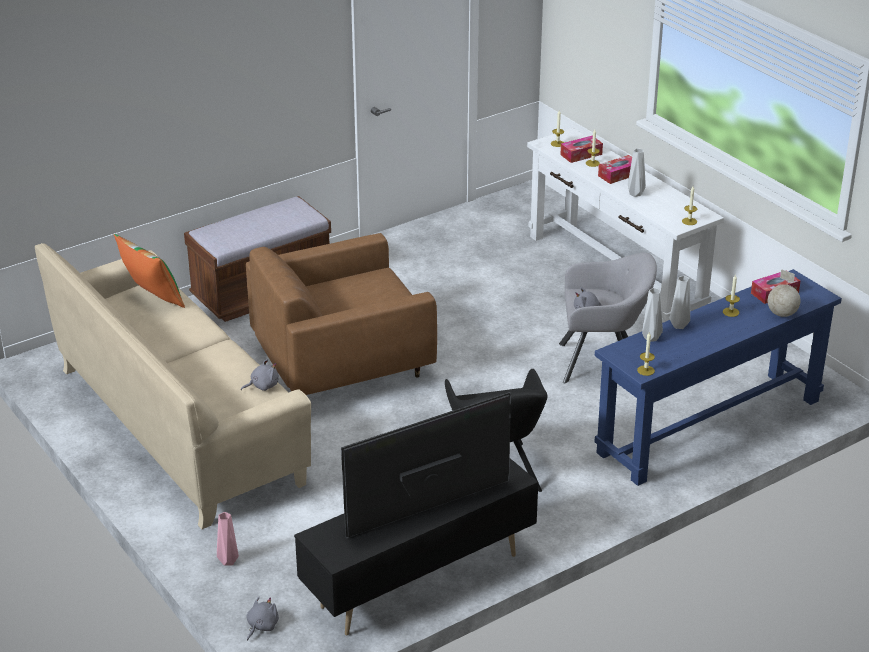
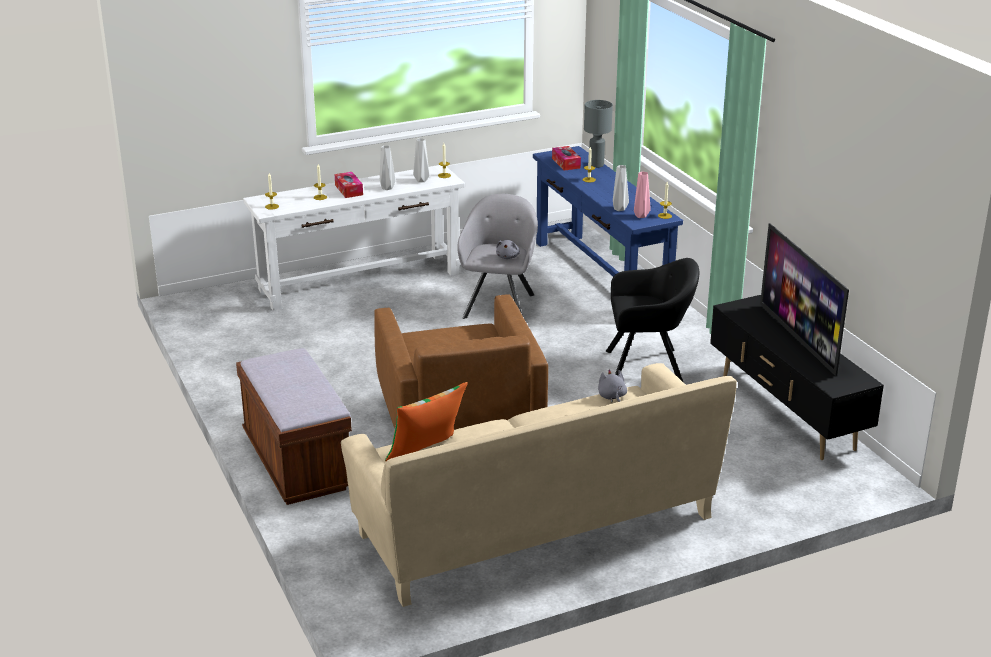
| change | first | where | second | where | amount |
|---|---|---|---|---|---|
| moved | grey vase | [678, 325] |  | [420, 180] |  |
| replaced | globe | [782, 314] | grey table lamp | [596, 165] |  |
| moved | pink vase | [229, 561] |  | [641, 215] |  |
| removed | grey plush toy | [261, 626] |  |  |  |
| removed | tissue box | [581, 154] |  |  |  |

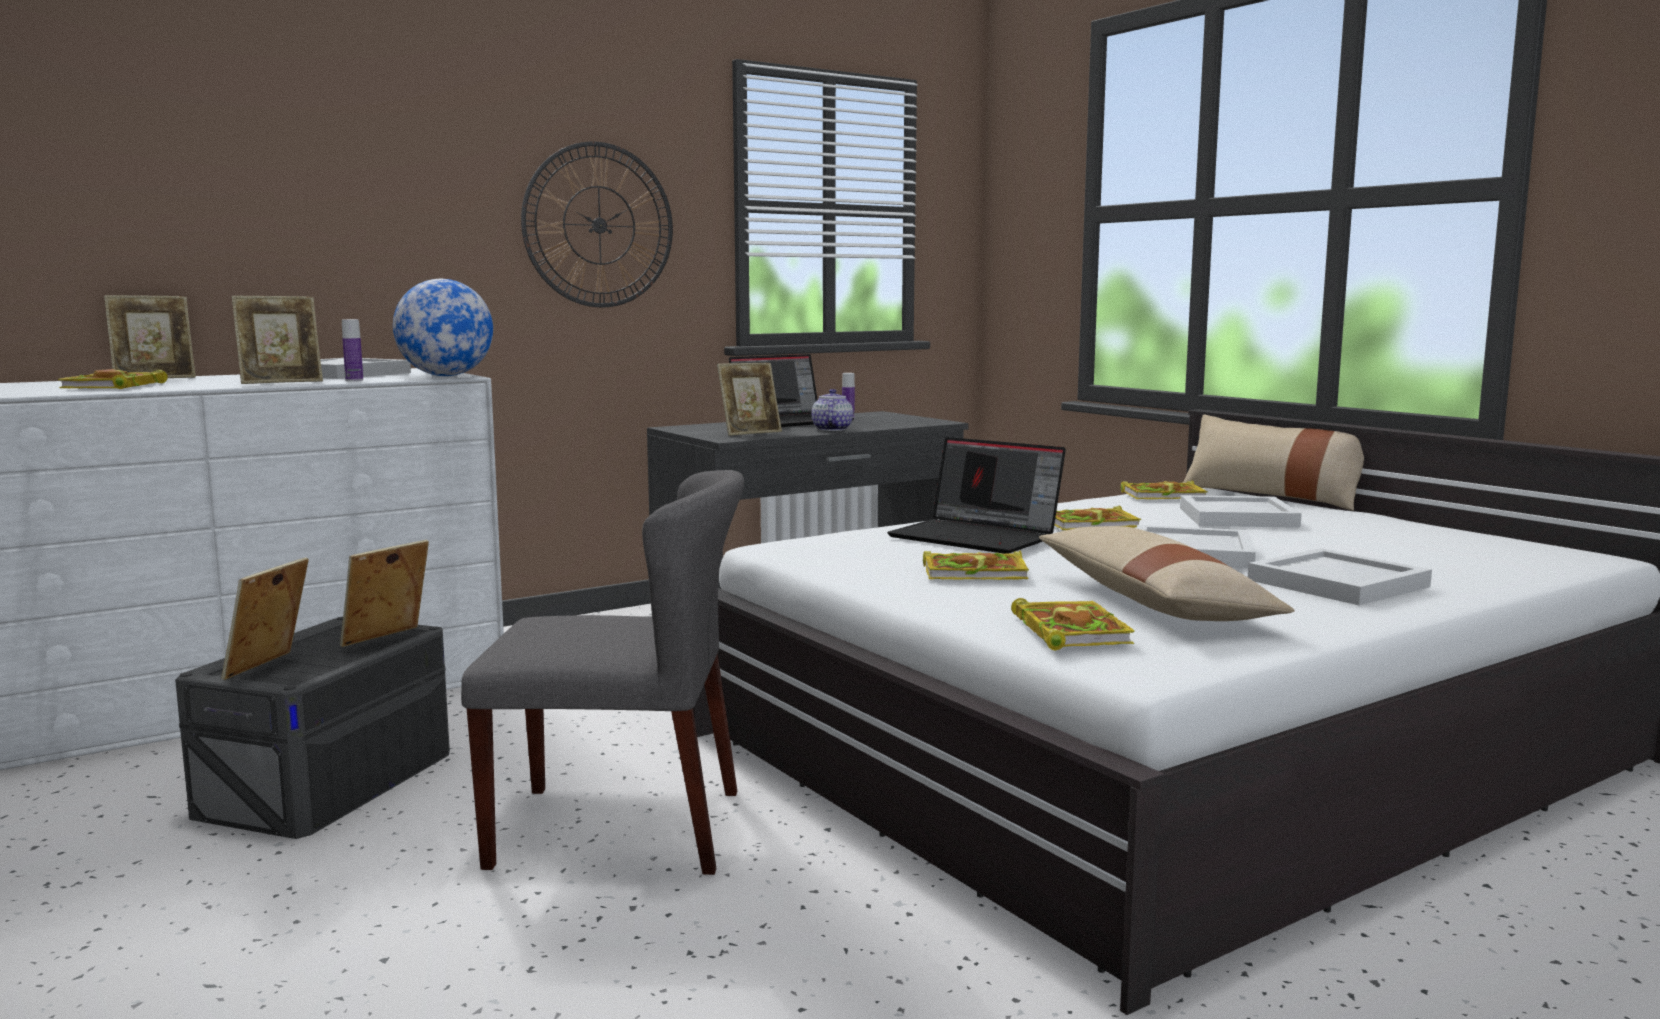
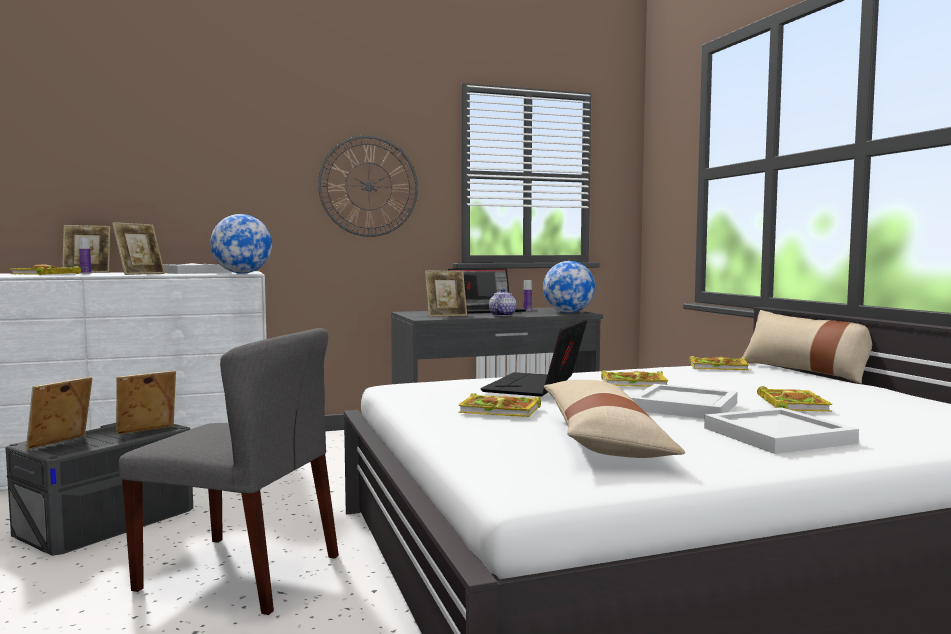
| change | first | where | second | where | amount |
|---|---|---|---|---|---|
| moved | bottle | [354, 380] |  | [85, 273] |  |
| turned | picture frame | [281, 382] |  | [140, 274] | 45 degrees counterclockwise |
| turned | laptop | [978, 537] |  | [536, 387] | 60 degrees clockwise |
| added |  |  | globe | [568, 312] |  |
| moved | book | [1068, 630] |  | [791, 404] |  |
| removed | white tray | [1235, 517] |  |  |  |

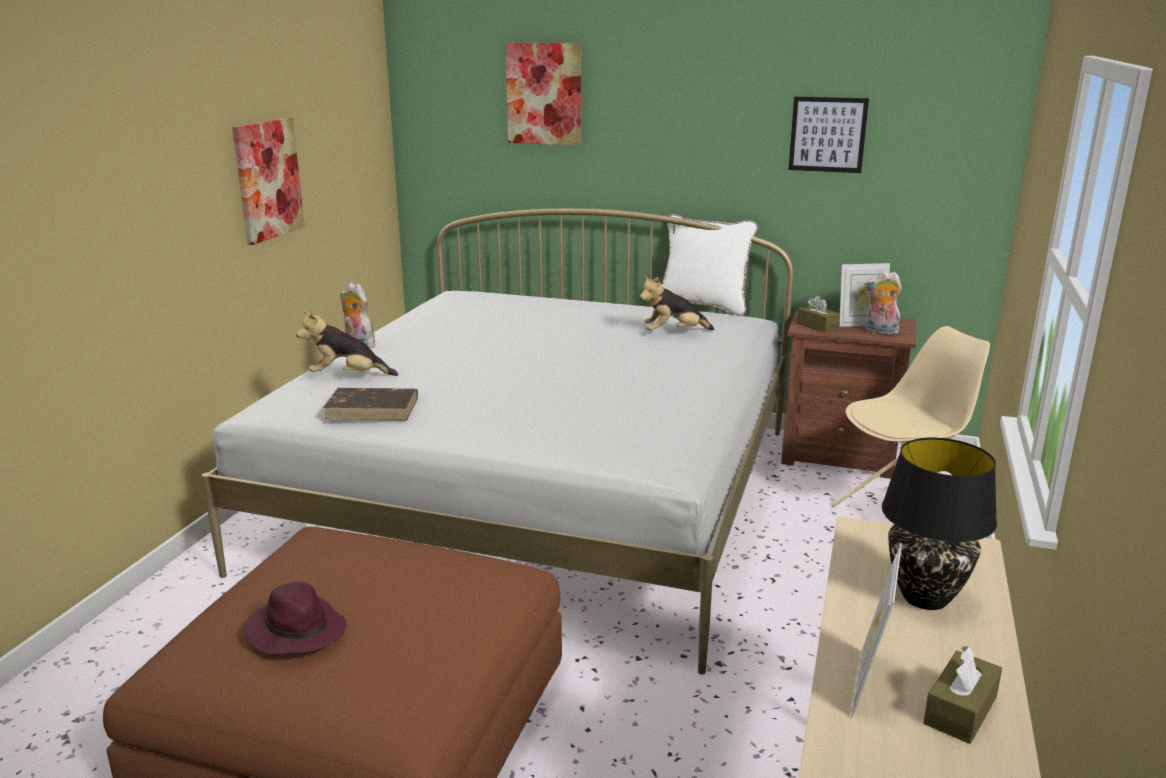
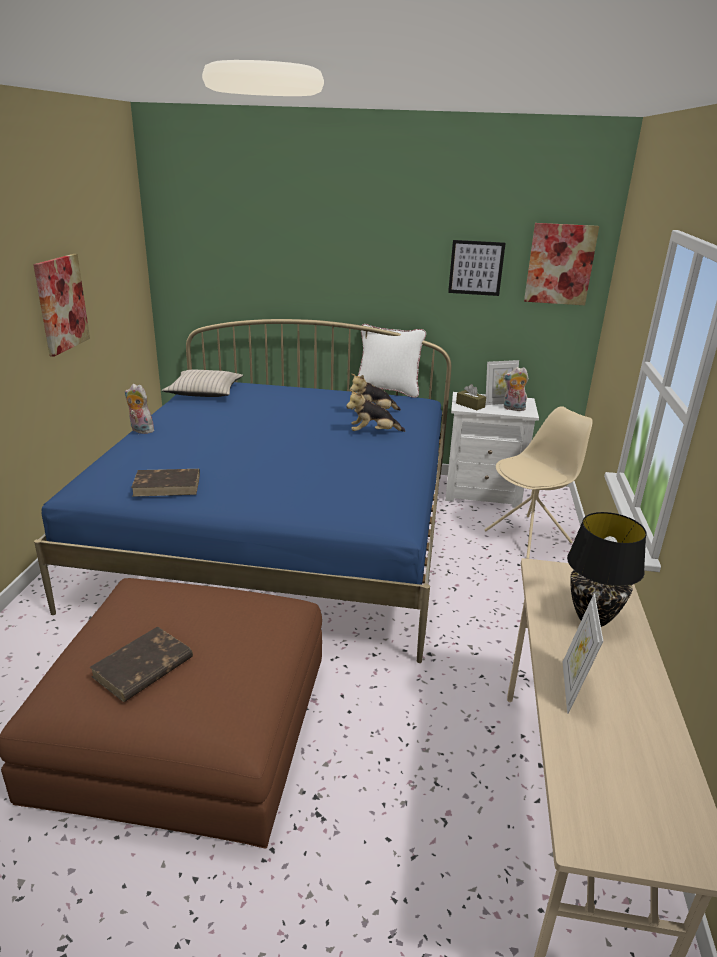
| change | first | where | second | where | amount |
|---|---|---|---|---|---|
| recoloured | white bed | [541, 494] | blue bed | [281, 533] |  |
| replaced | purple hat | [296, 631] | brown book | [142, 668] |  |
| added |  |  | beige pillow | [204, 392] |  |
| moved | plush toy | [347, 376] |  | [373, 433] |  |
| recoloured | brown nightstand | [839, 456] | white nightstand | [483, 493] |  |
| moved | picture | [544, 94] |  | [560, 264] |  |
| removed | brown tissue box | [960, 710] |  |  |  |

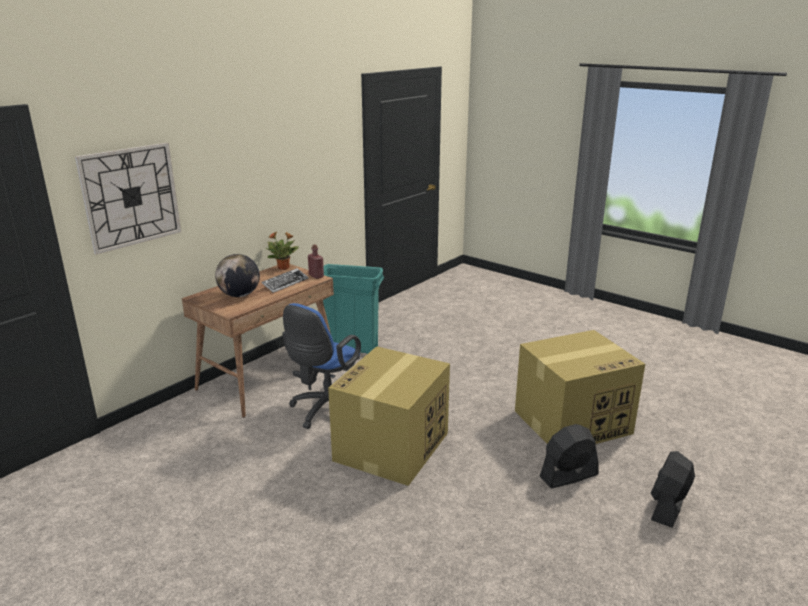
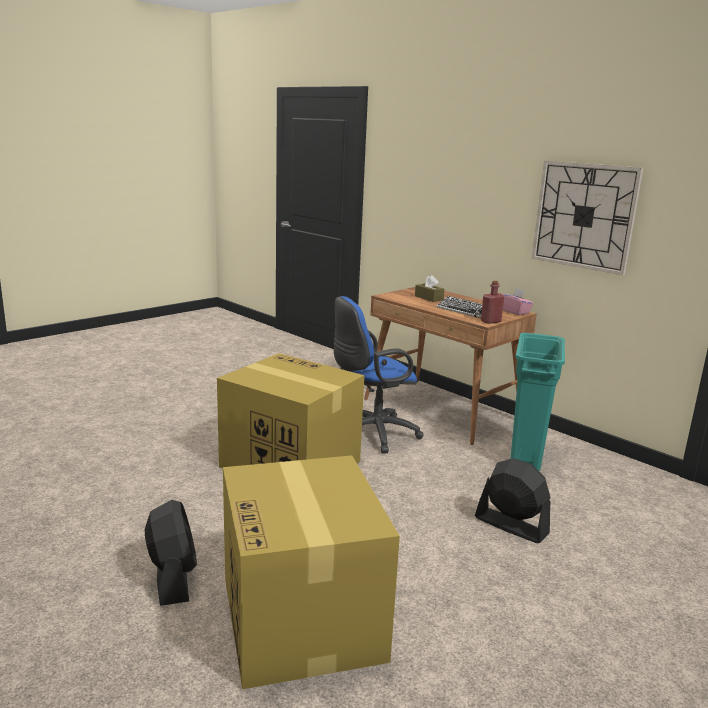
| change | first | where | second | where | amount |
|---|---|---|---|---|---|
| turned | blue office chair | [325, 411] |  | [371, 434] | 60 degrees counterclockwise |
| replaced | globe | [239, 295] | brown tissue box | [429, 298] |  |
| moved | black fan | [667, 506] |  | [511, 525] |  |
| replaced | potted plant | [284, 268] | pink tissue box | [515, 312] |  |
| moved | wall clock | [131, 196] |  | [584, 216] |  |

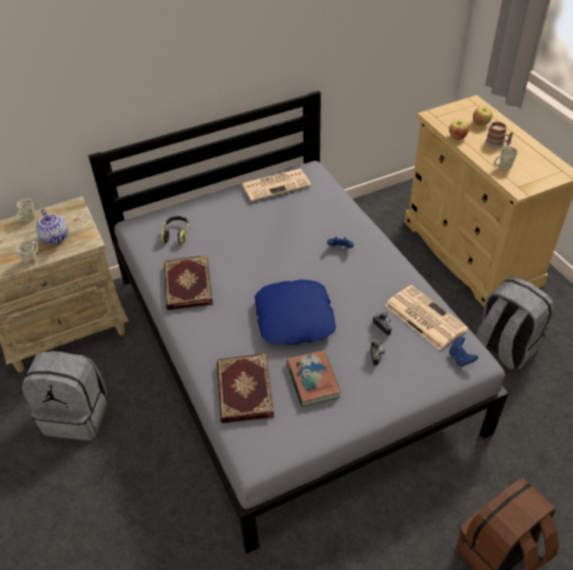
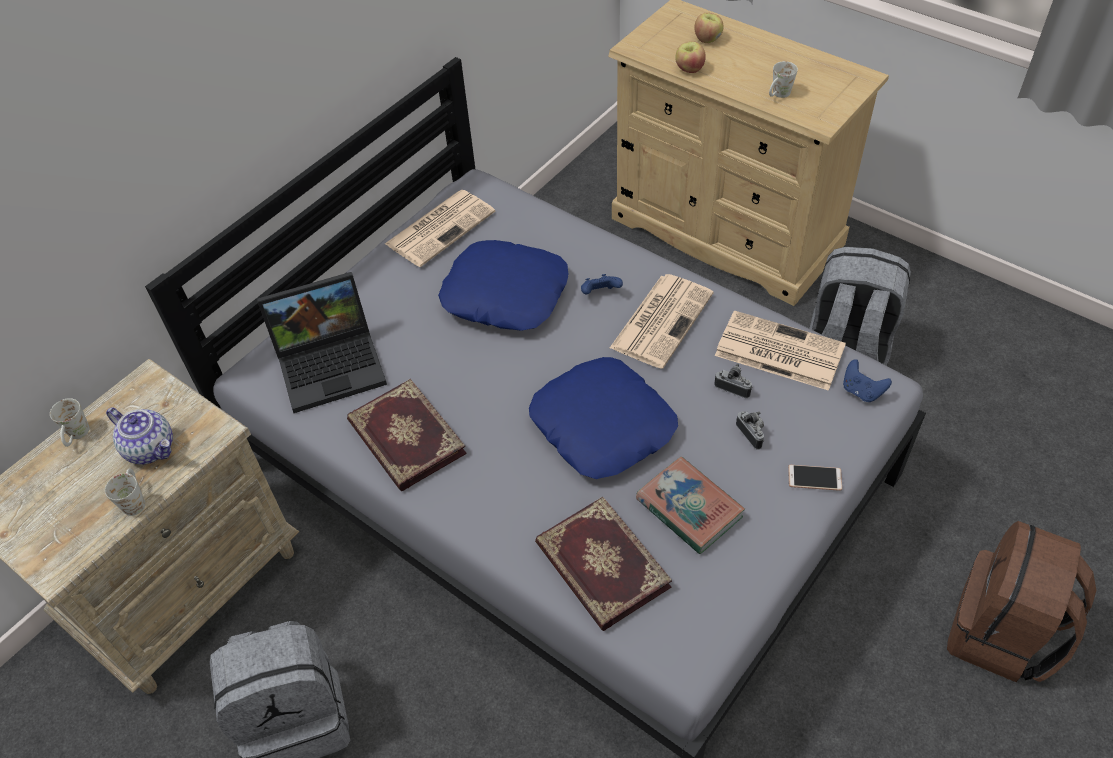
| change | first | where | second | where | amount |
|---|---|---|---|---|---|
| replaced | headphones | [176, 234] | laptop | [333, 363] |  |
| added |  |  | blue pillow | [505, 294] |  |
| added |  |  | newspaper | [662, 319] |  |
| added |  |  | phone | [814, 478] |  |
| removed | mug | [497, 143] |  |  |  |

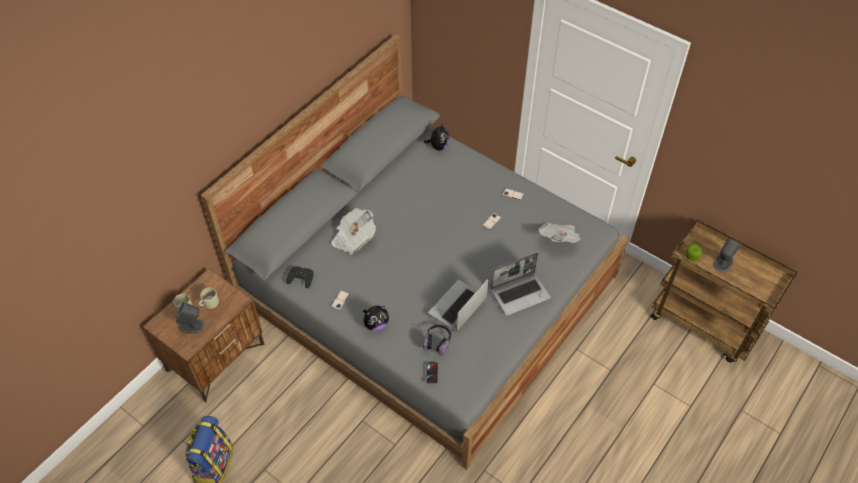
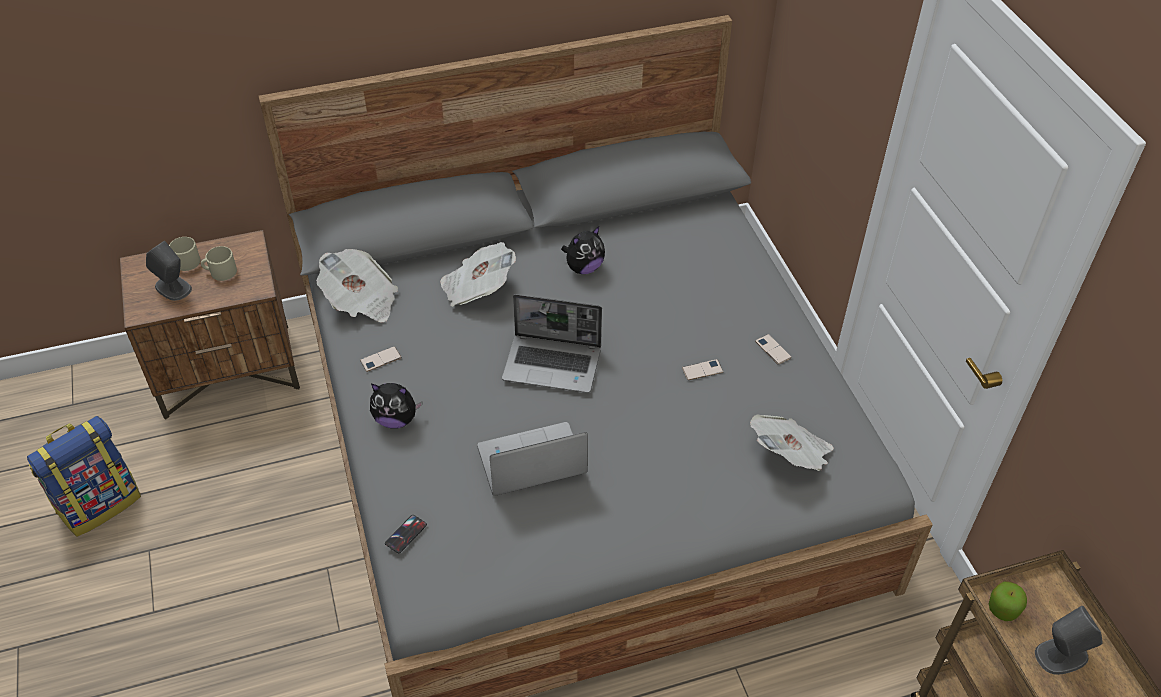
| change | first | where | second | where | amount |
|---|---|---|---|---|---|
| replaced | black game controller | [301, 277] | newspaper | [361, 301] |  |
| moved | laptop | [520, 293] |  | [553, 364] |  |
| moved | plush toy | [438, 146] |  | [584, 267] |  |
| removed | headphones | [437, 342] |  |  |  |

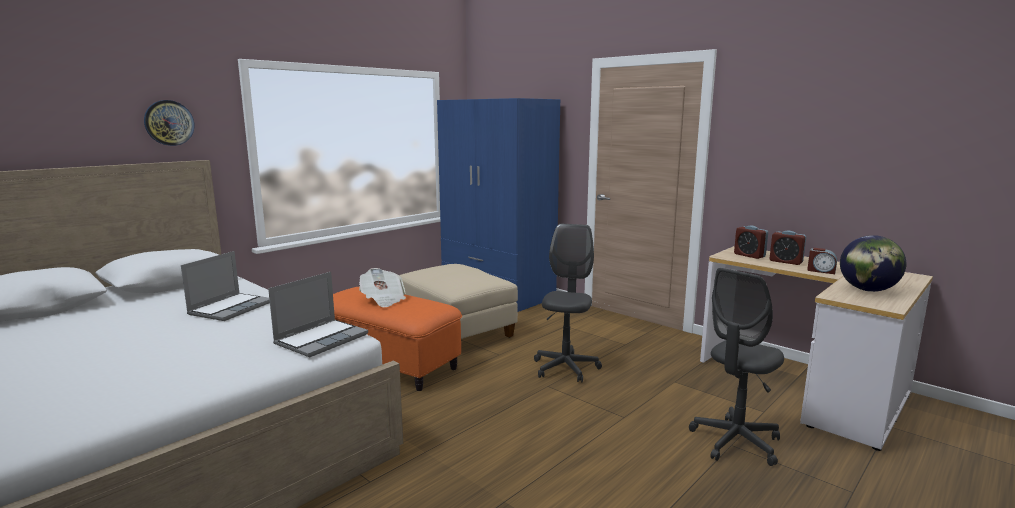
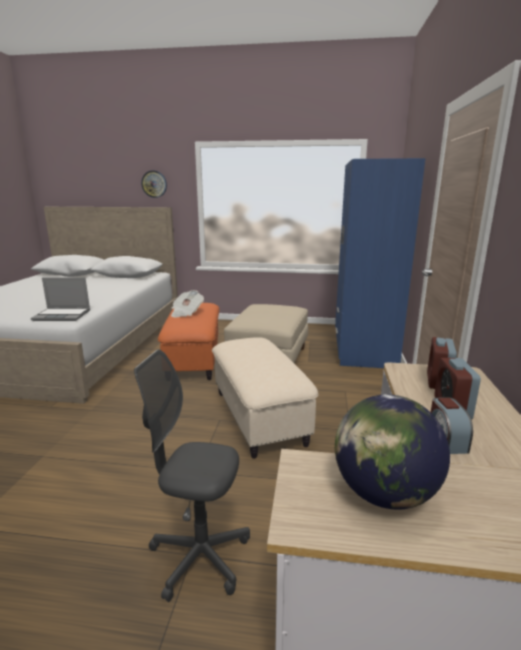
| change | first | where | second | where | amount |
|---|---|---|---|---|---|
| replaced | grey office chair | [565, 368] | beige ottoman | [260, 417] |  |
| removed | laptop | [231, 308] |  |  |  |

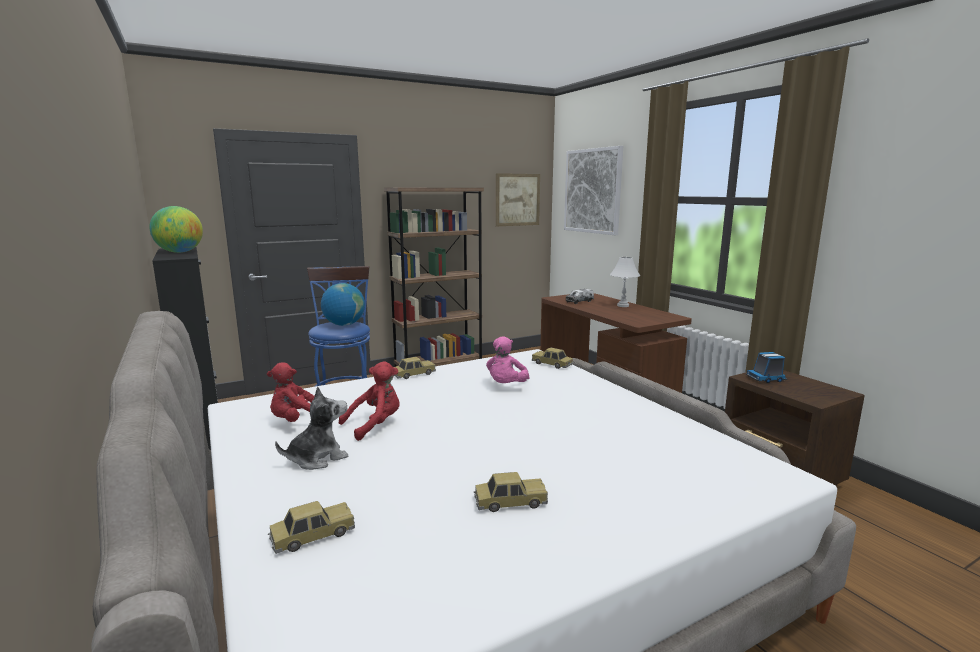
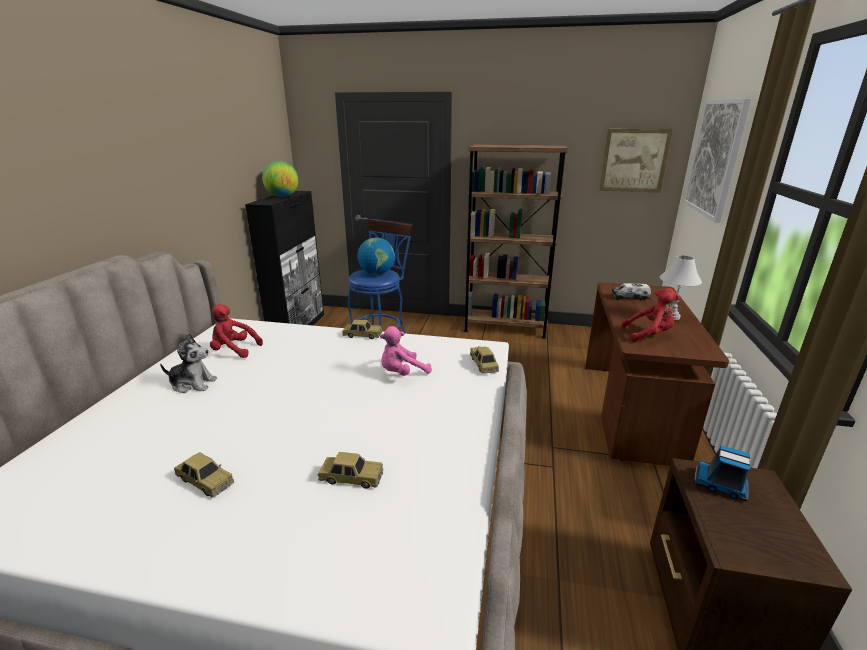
| change | first | where | second | where | amount |
|---|---|---|---|---|---|
| moved | toy car | [313, 536] |  | [351, 478] |  |
| moved | red plush toy | [375, 425] |  | [649, 335] |  |

